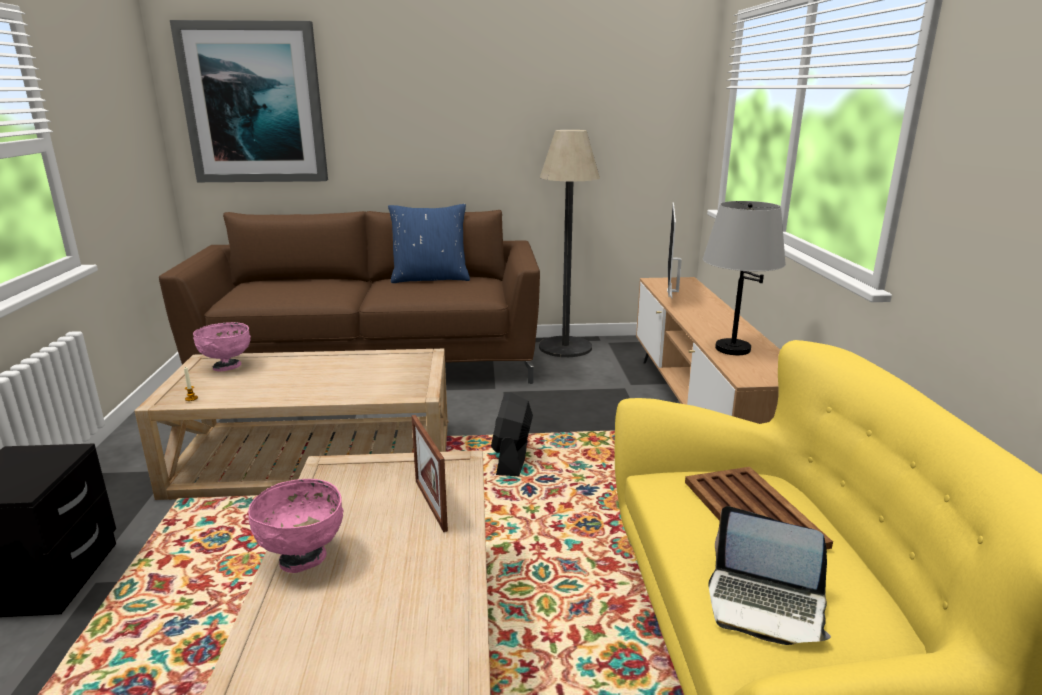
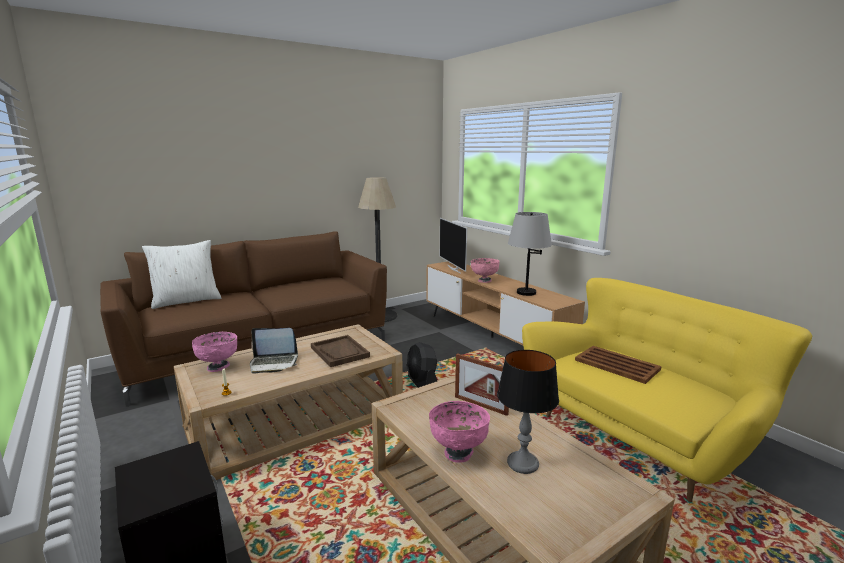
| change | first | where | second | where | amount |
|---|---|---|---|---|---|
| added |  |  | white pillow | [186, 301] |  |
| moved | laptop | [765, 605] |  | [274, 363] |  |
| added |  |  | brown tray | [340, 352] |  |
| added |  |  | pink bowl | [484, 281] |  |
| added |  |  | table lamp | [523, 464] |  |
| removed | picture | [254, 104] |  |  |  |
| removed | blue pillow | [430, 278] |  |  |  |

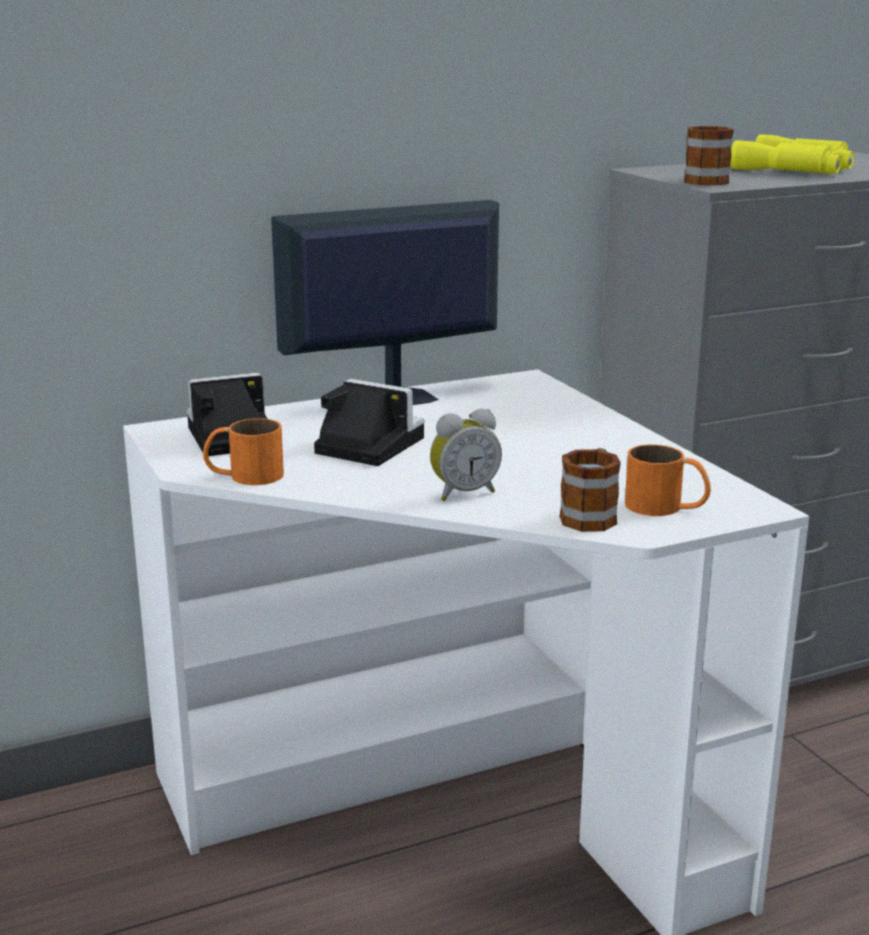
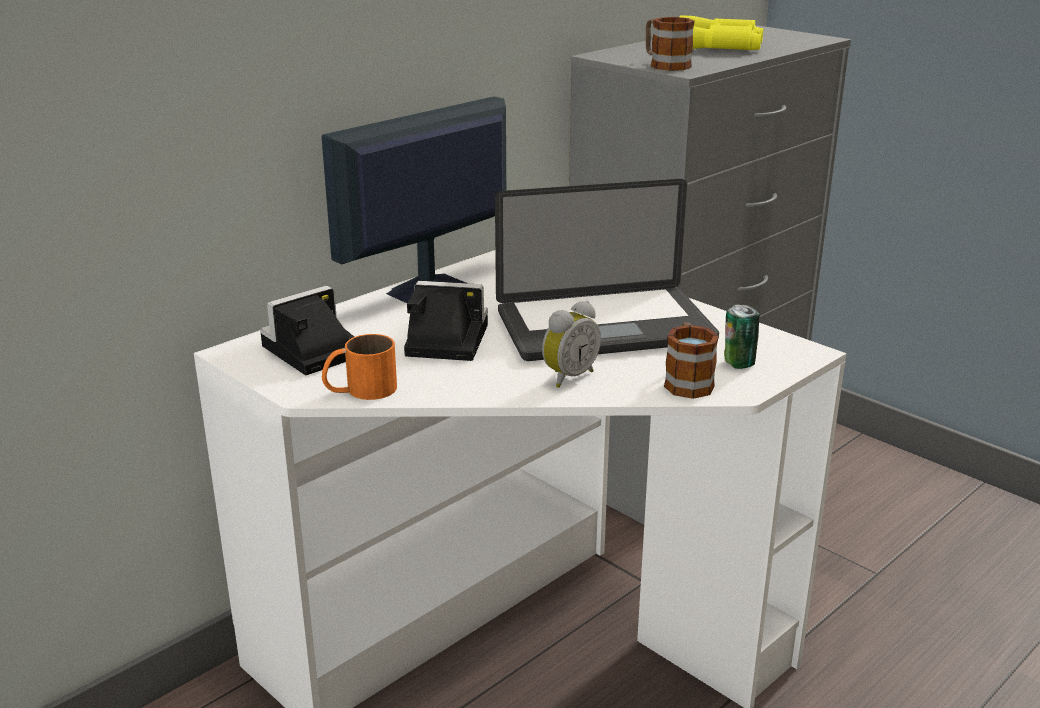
| change | first | where | second | where | amount |
|---|---|---|---|---|---|
| added |  |  | laptop | [604, 327] |  |
| replaced | orange mug | [666, 507] | can | [738, 363] |  |

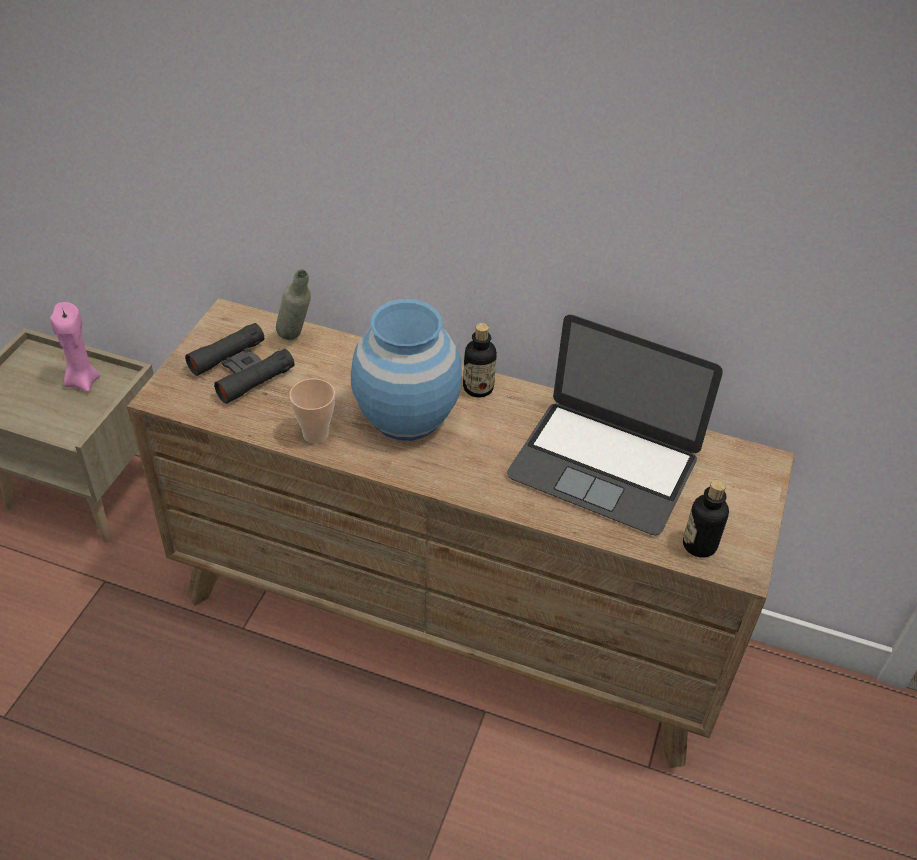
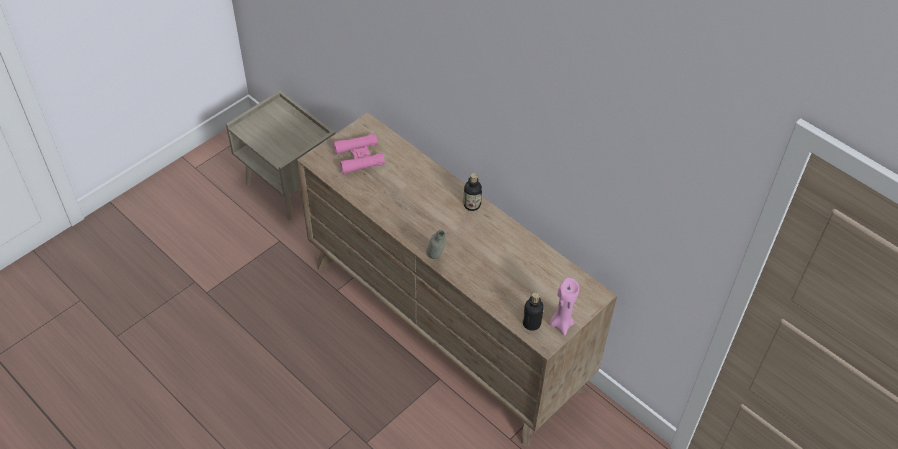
| change | first | where | second | where | amount |
|---|---|---|---|---|---|
| recoloured | black binoculars | [241, 370] | pink binoculars | [359, 157] |  |
| moved | grey bottle | [296, 340] |  | [436, 260] |  |
| moved | pink candle | [82, 381] |  | [561, 323] |  |
| removed | cup | [315, 434] |  |  |  |
| removed | blue vase | [405, 416] |  |  |  |
| removed | laptop | [603, 466] |  |  |  |

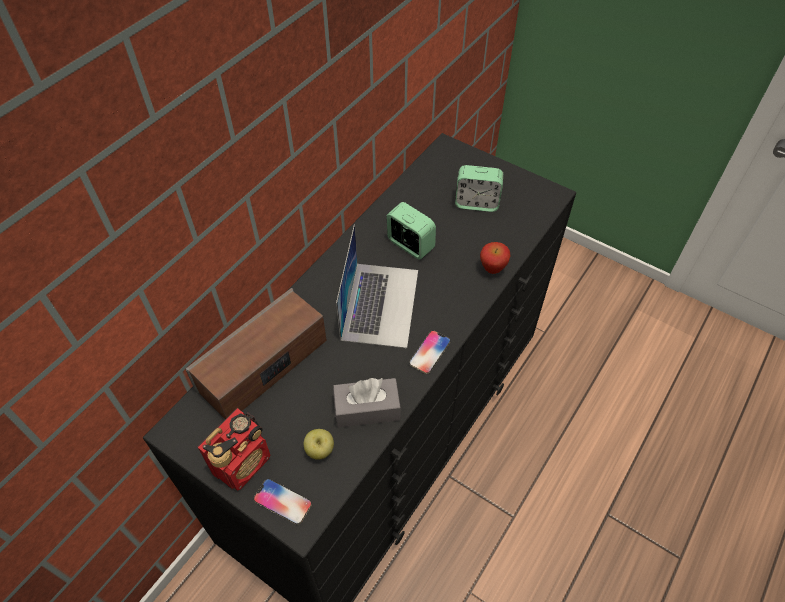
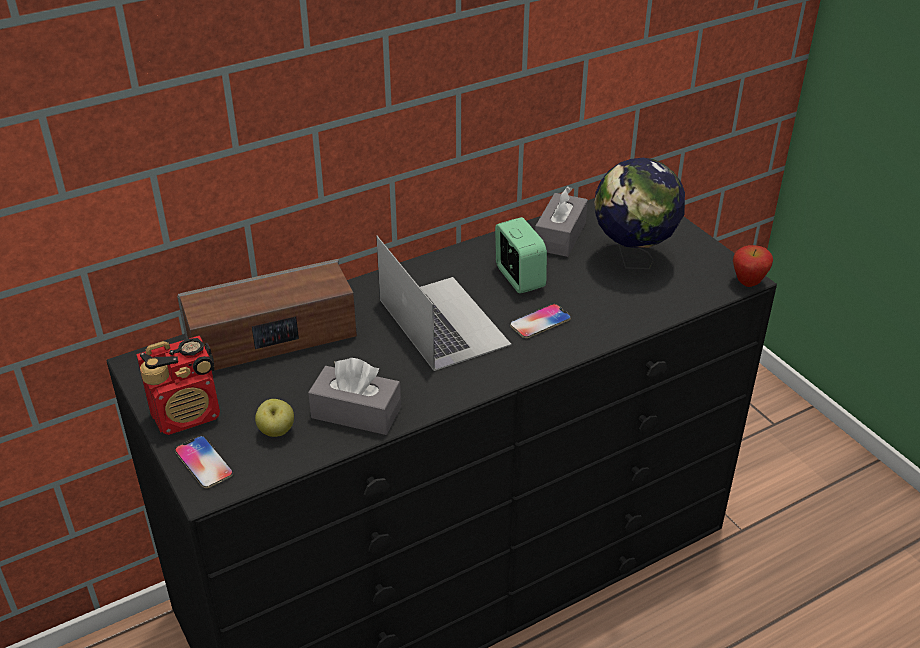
| change | first | where | second | where | amount |
|---|---|---|---|---|---|
| turned | laptop | [380, 303] |  | [443, 321] | 60 degrees counterclockwise |
| moved | phone | [430, 352] |  | [540, 322] |  |
| added |  |  | grey tissue box | [560, 236] |  |
| replaced | alarm clock | [476, 203] | globe | [632, 260] |  |
| moved | apple | [492, 269] |  | [748, 283] |  |

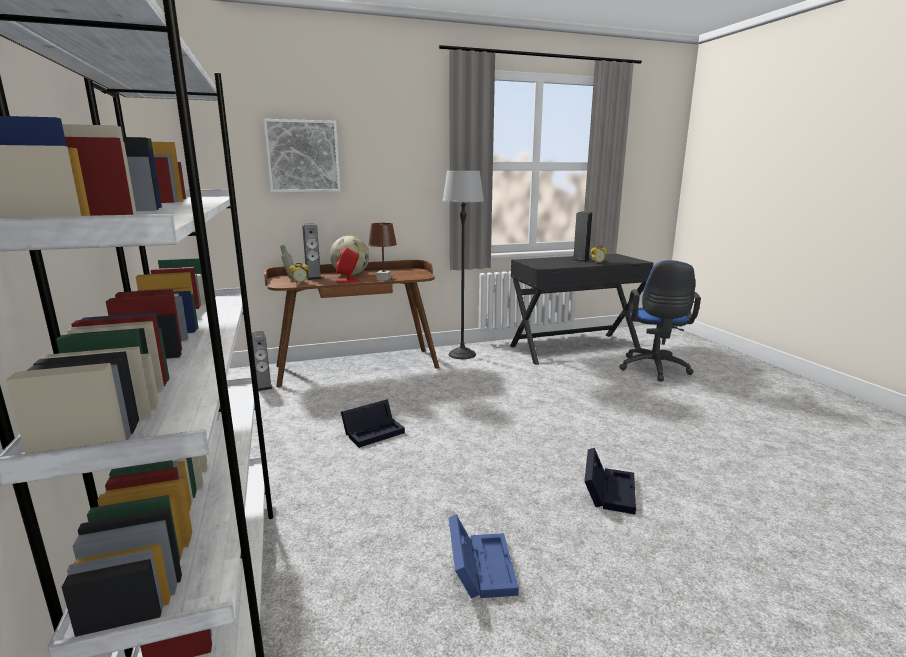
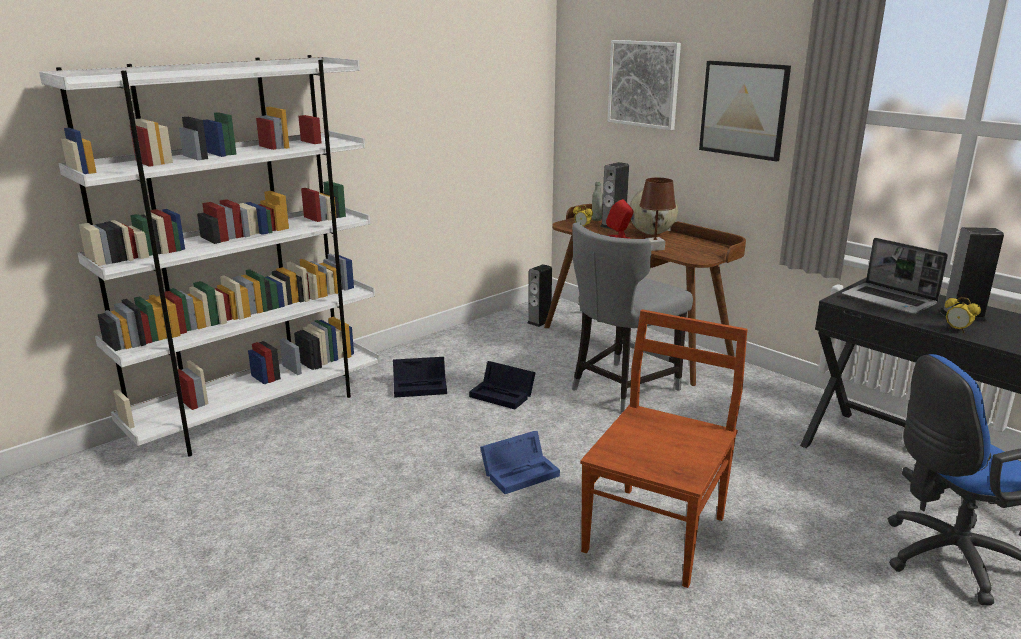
| change | first | where | second | where | amount |
|---|---|---|---|---|---|
| moved | black storage box | [608, 490] |  | [421, 386] |  |
| moved | blue storage box | [480, 566] |  | [521, 472] |  |
| added |  |  | grey chair | [621, 388] |  |
| added |  |  | brown chair | [656, 532] |  |
| added |  |  | picture | [743, 109] |  |
| added |  |  | laptop | [890, 300] |  |
| removed | floor lamp | [462, 354] |  |  |  |

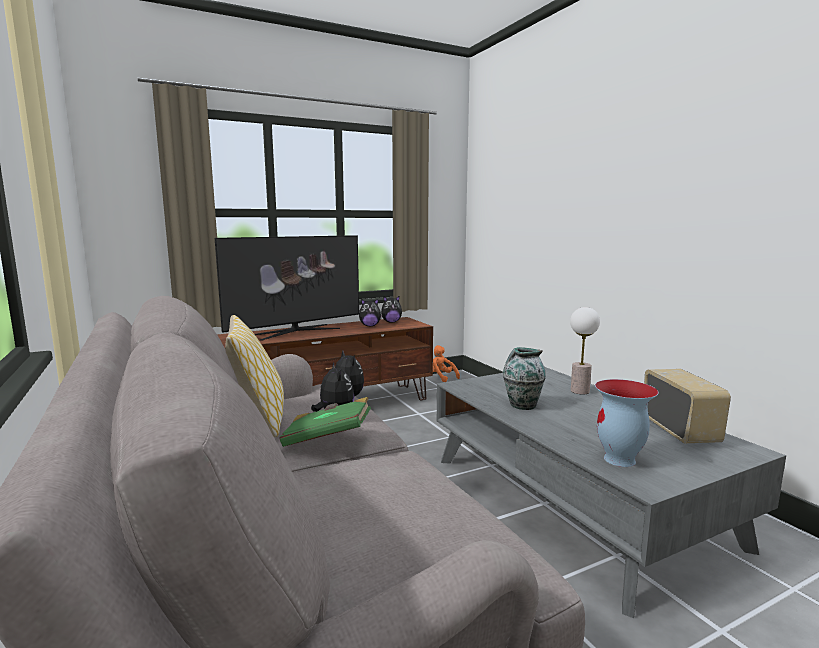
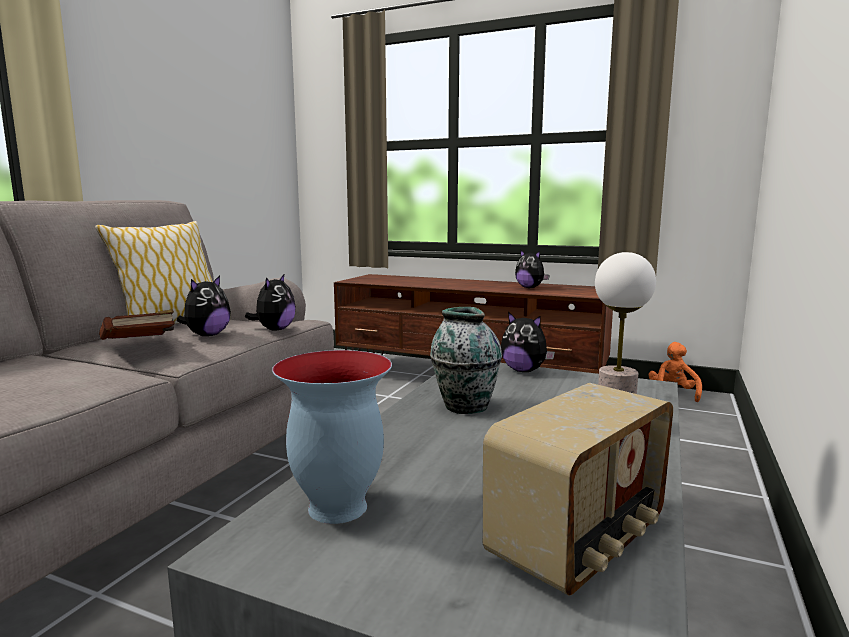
| change | first | where | second | where | amount |
|---|---|---|---|---|---|
| recoloured | green book | [327, 438] | brown book | [140, 345] |  |
| moved | plush toy | [391, 322] |  | [524, 370] |  |
| removed | television | [295, 332] |  |  |  |

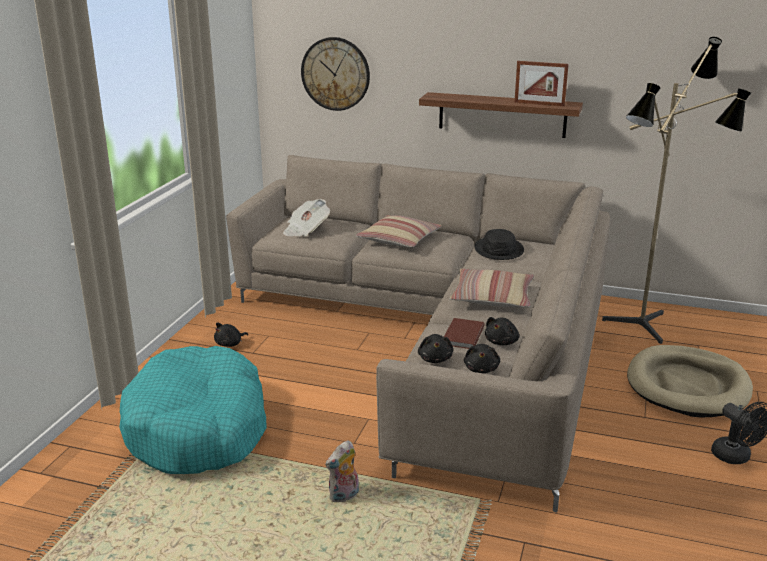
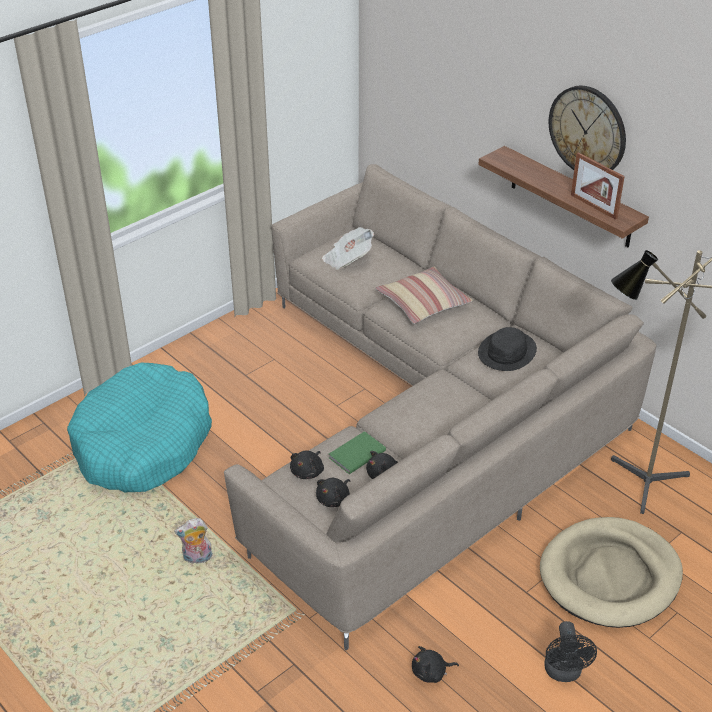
| change | first | where | second | where | amount |
|---|---|---|---|---|---|
| recoloured | brown book | [462, 336] | green book | [355, 454] |  |
| moved | black plush toy | [230, 344] |  | [431, 673] |  |
| moved | wall clock | [335, 74] |  | [587, 130] |  |
| removed | pillow | [492, 297] |  |  |  |

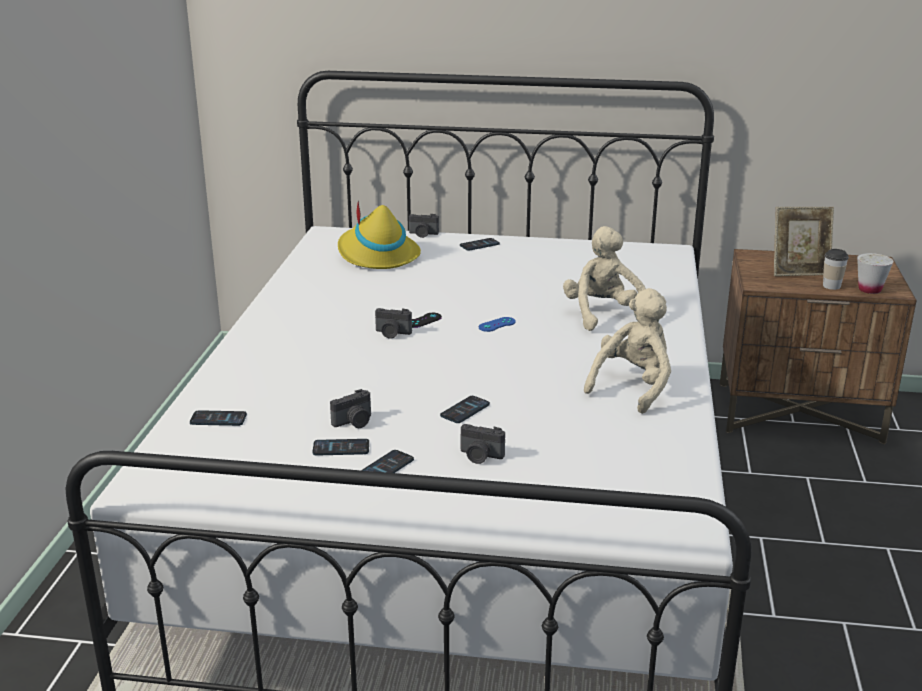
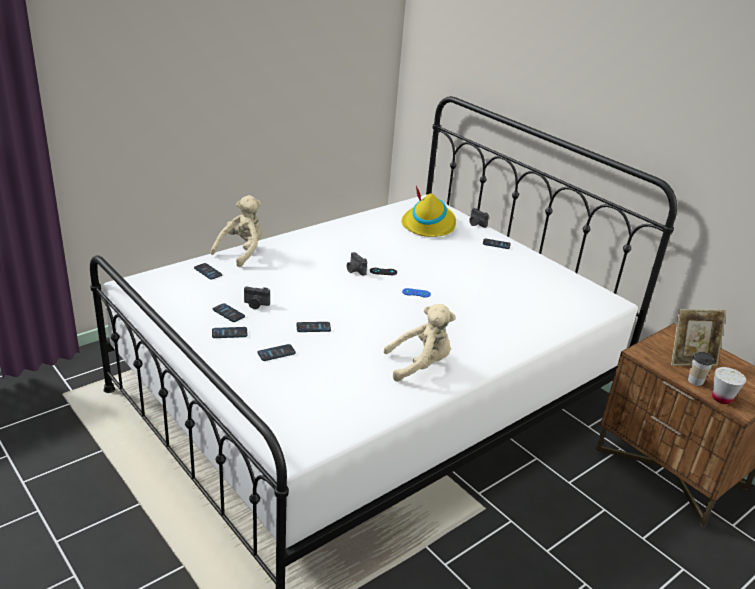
| change | first | where | second | where | amount |
|---|---|---|---|---|---|
| moved | beige plush toy | [603, 315] |  | [242, 252] |  |
| replaced | photo camera | [480, 456] | phone | [276, 353] |  |
| turned | picture frame | [799, 272] |  | [690, 360] | 45 degrees counterclockwise |

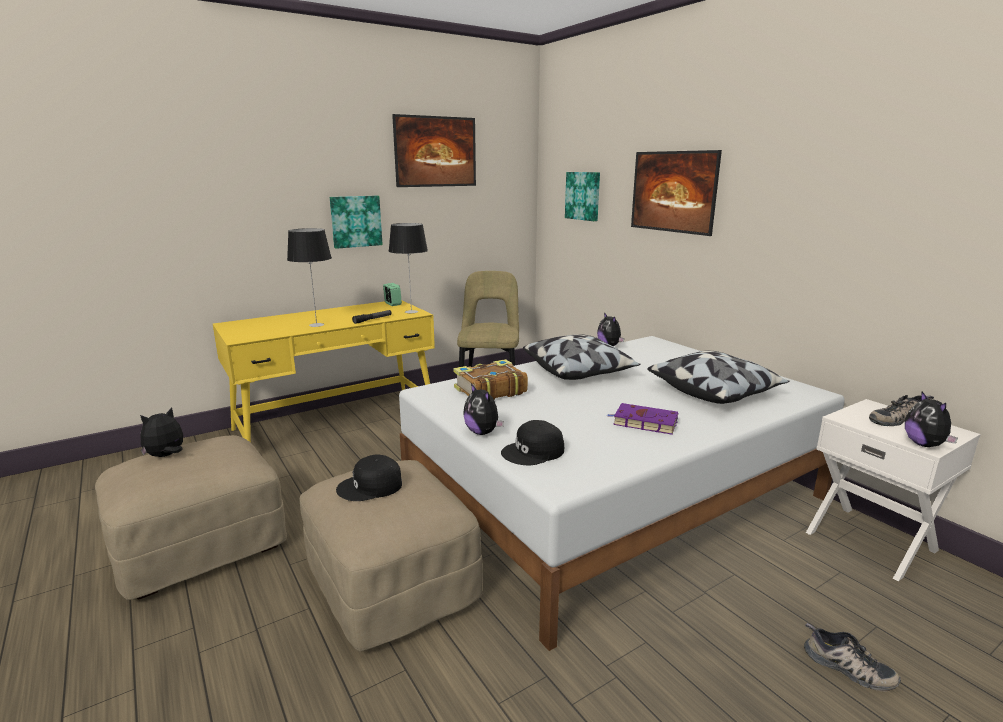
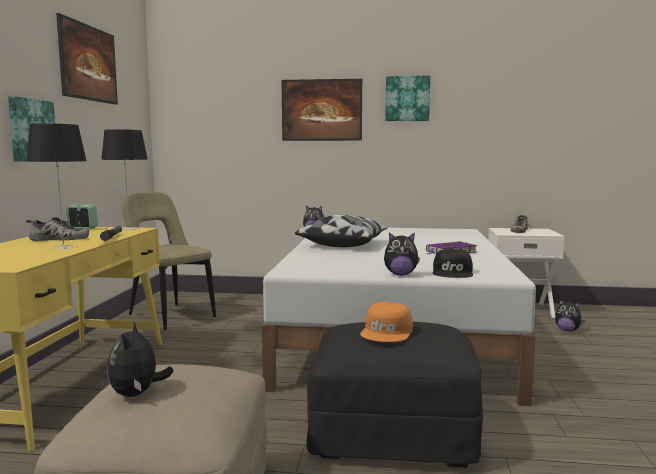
| change | first | where | second | where | amount |
|---|---|---|---|---|---|
| moved | shoe | [847, 668] |  | [58, 239] |  |
| recoloured | beige ottoman | [393, 583] | black ottoman | [393, 433] |  |
| recoloured | black cap | [371, 487] | orange cap | [387, 332] |  |
| moved | picture | [583, 196] |  | [407, 98] |  |
| moved | plush toy | [925, 444] |  | [567, 330] |  |
| removed | book | [489, 391] |  |  |  |
| removed | pillow | [714, 392] |  |  |  |

